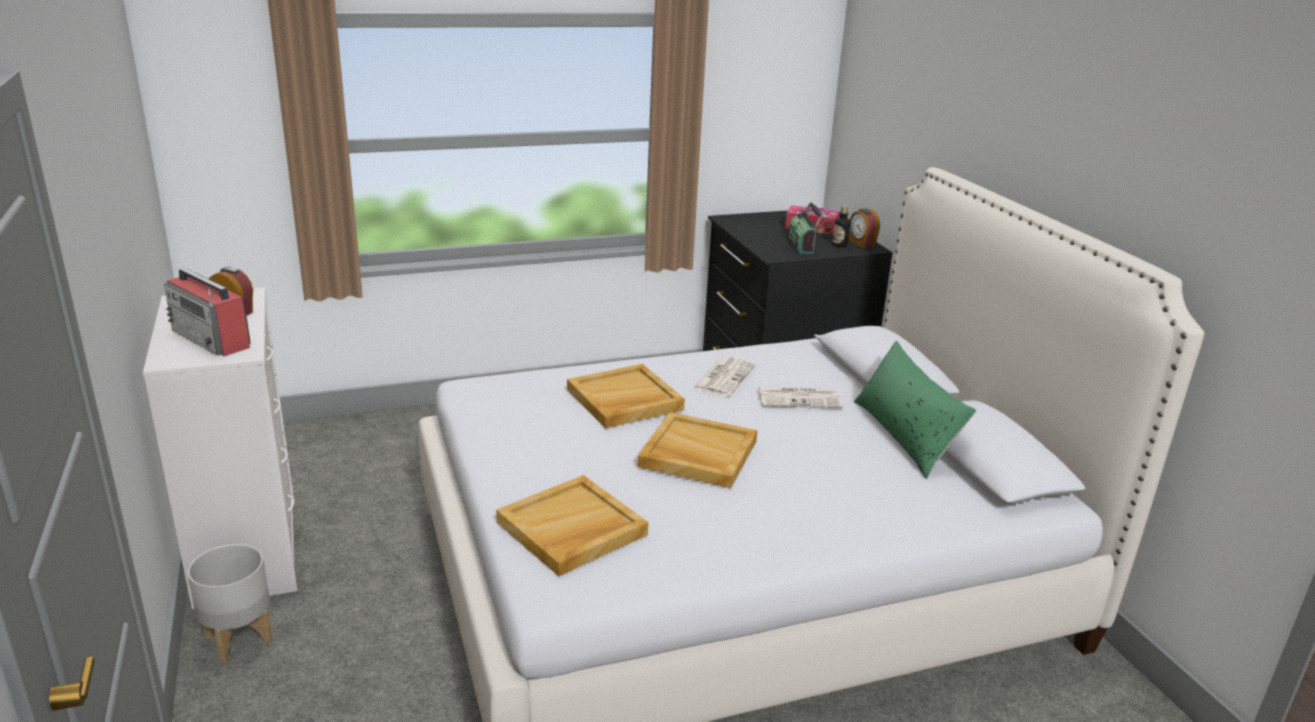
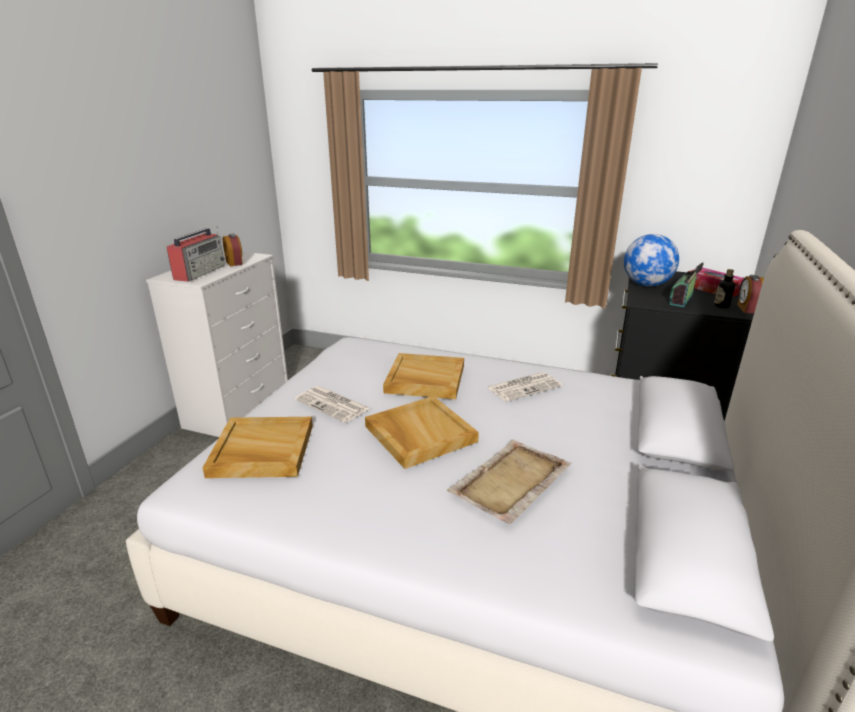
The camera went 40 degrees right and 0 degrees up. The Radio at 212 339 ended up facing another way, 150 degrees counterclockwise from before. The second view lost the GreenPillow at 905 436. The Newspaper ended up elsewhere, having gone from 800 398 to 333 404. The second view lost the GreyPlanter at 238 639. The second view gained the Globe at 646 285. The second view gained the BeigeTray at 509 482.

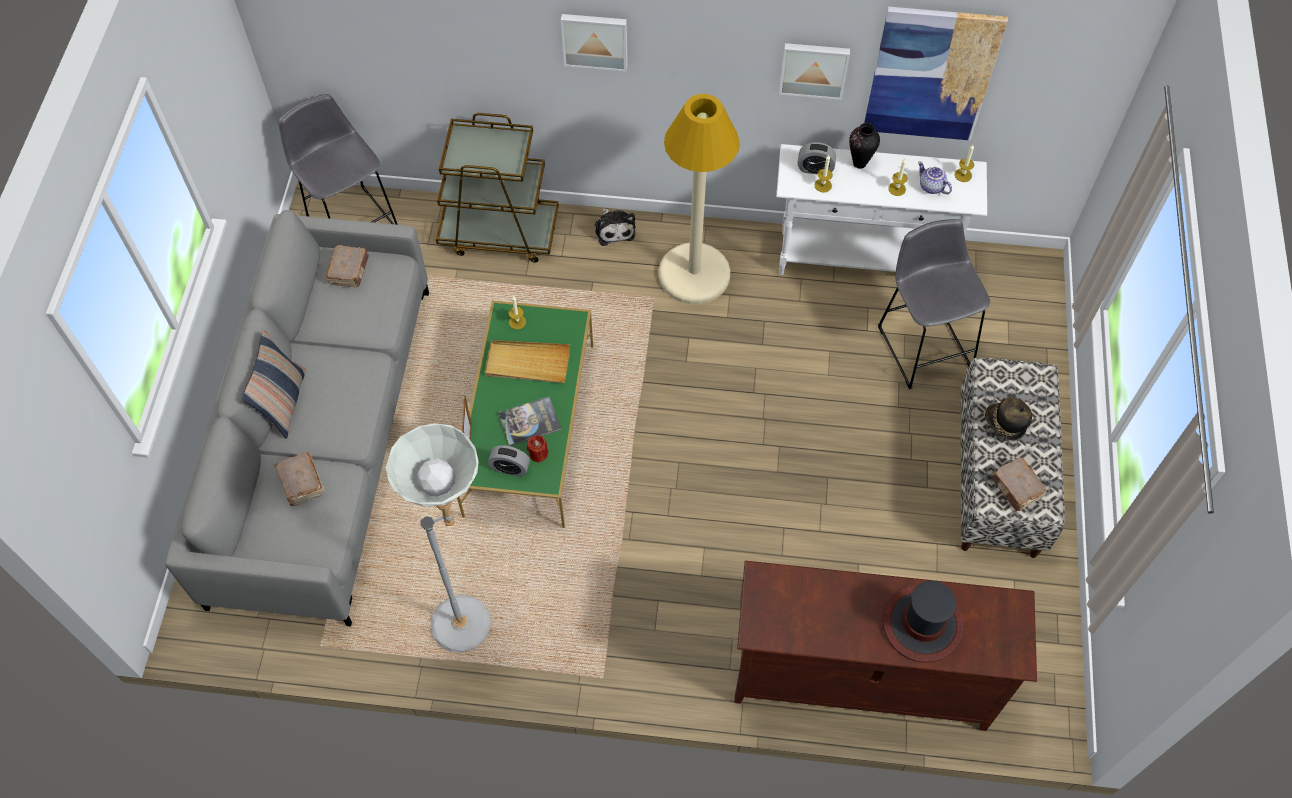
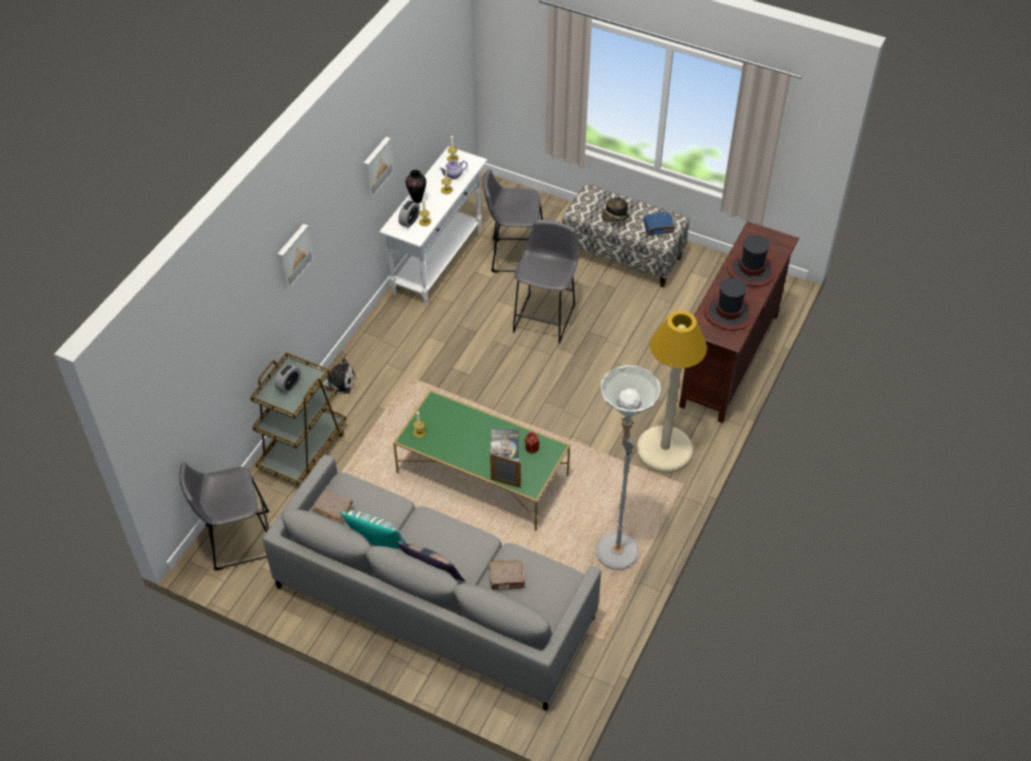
The camera went 70 degrees left and 10 degrees down. The second view lost the Picture at 931 74. The BeigeFloorLamp ended up elsewhere, having gone from 694 274 to 664 450. The second view lost the BeigeTray at 527 363. The AlarmClock ended up elsewhere, having gone from 510 468 to 289 385. What was the BrownBook at 1016 489 turned into the BlueBook at 658 228. The second view gained the GreyStool at 545 316. The second view gained the Hat at 728 313. The second view gained the Pillow at 378 545.

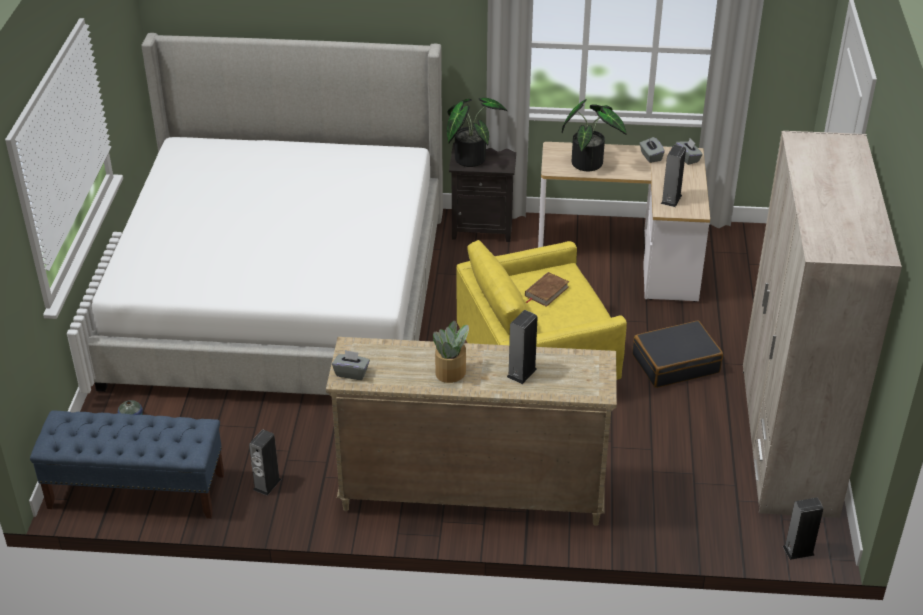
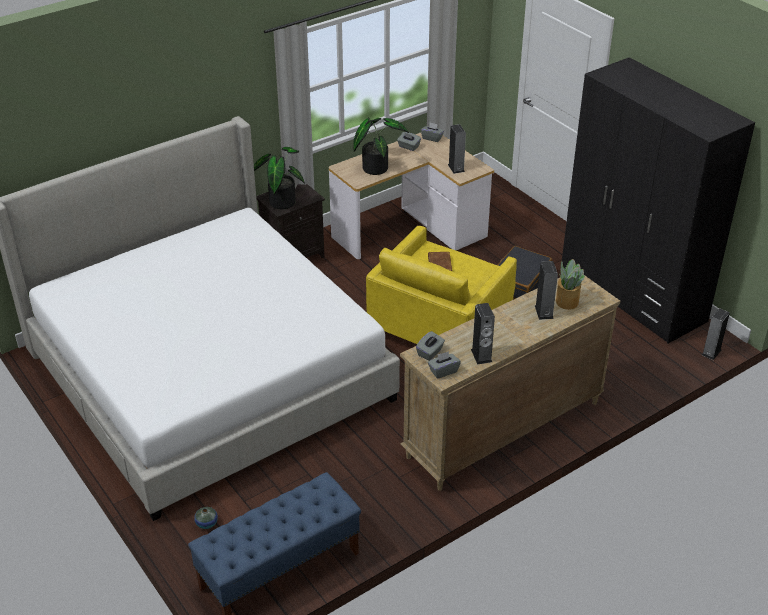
The camera went 40 degrees left and 0 degrees up. What was the BeigeWardrobe at 787 441 turned into the BlackWardrobe at 632 294. The PottedPlant ended up elsewhere, having gone from 451 372 to 567 301. The Speaker ended up elsewhere, having gone from 267 484 to 481 355. The second view gained the GreyTissueBox at 430 352.

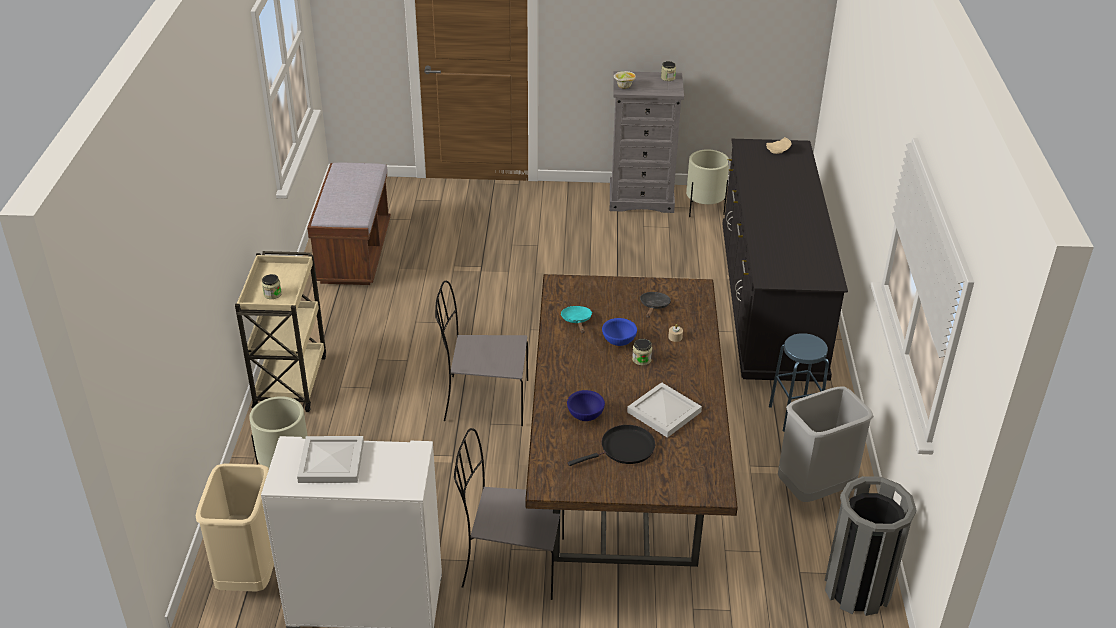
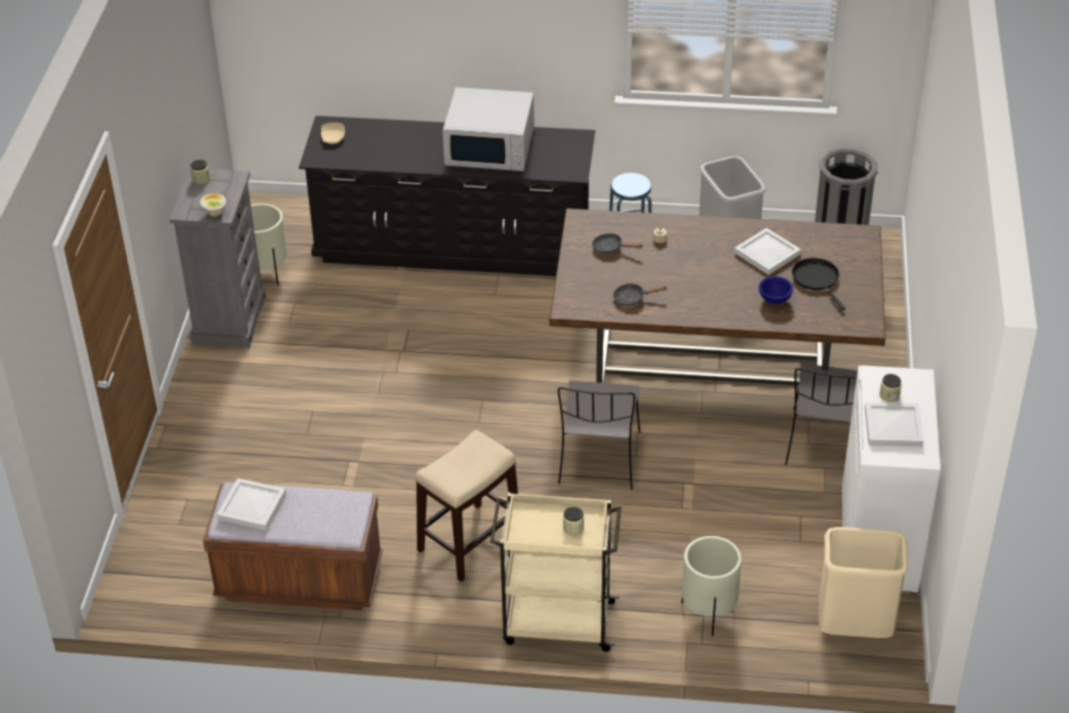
The camera went 85 degrees left and 5 degrees up. What was the TurquoiseFryingPan at 577 320 turned into the BlackFryingPan at 632 298. The second view lost the BlueBowl at 618 341. The Jar ended up elsewhere, having gone from 641 359 to 889 395. The second view gained the WhiteMicrowave at 491 148. The second view gained the Stool at 470 541. The second view gained the WhiteTray at 252 507.

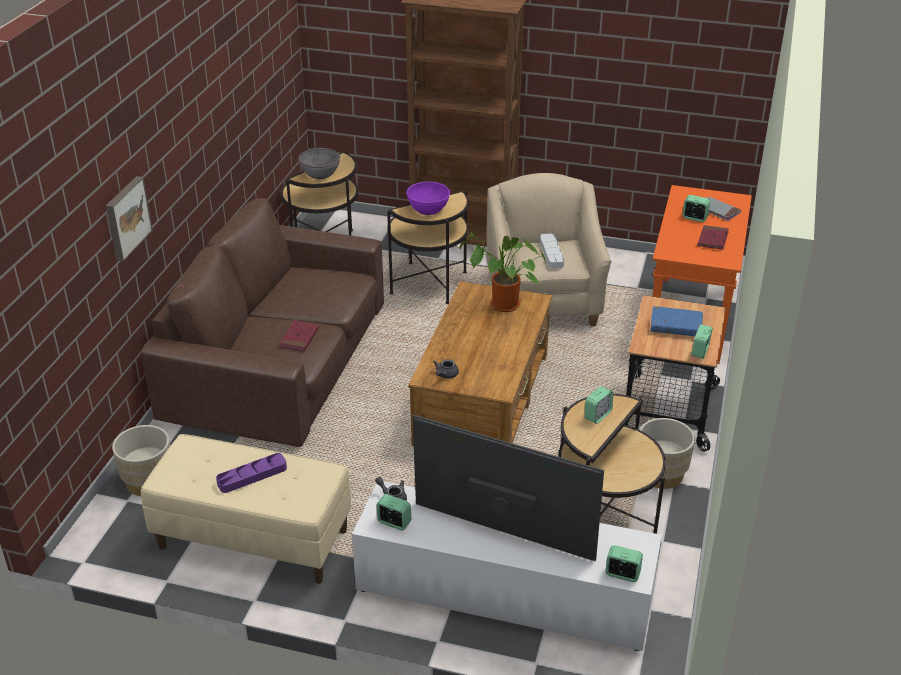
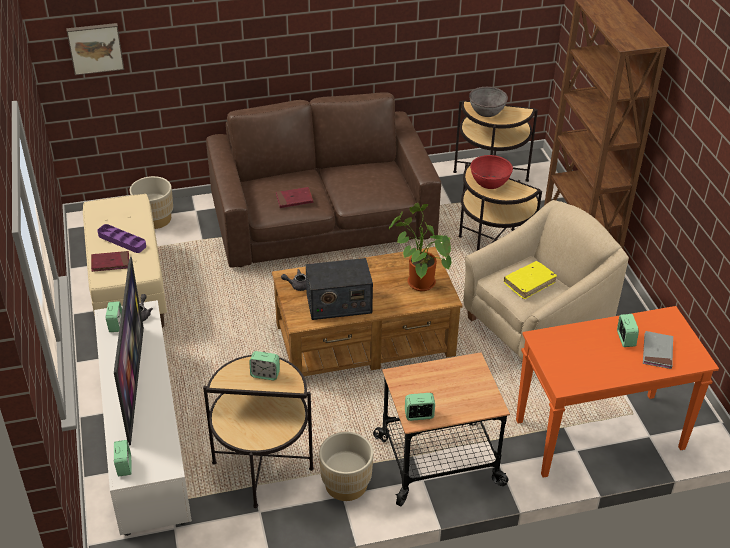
The camera went 60 degrees right and 5 degrees up. The Picture ended up elsewhere, having gone from 126 217 to 95 47. What was the PurpleBowl at 428 209 turned into the RedBowl at 490 182. The RedBook ended up elsewhere, having gone from 712 239 to 110 263. Where the GreyTray stood at 551 253, the YellowBook came to stand at 529 283. The second view lost the BlueBook at 675 327. The second view gained the Radio at 338 303.

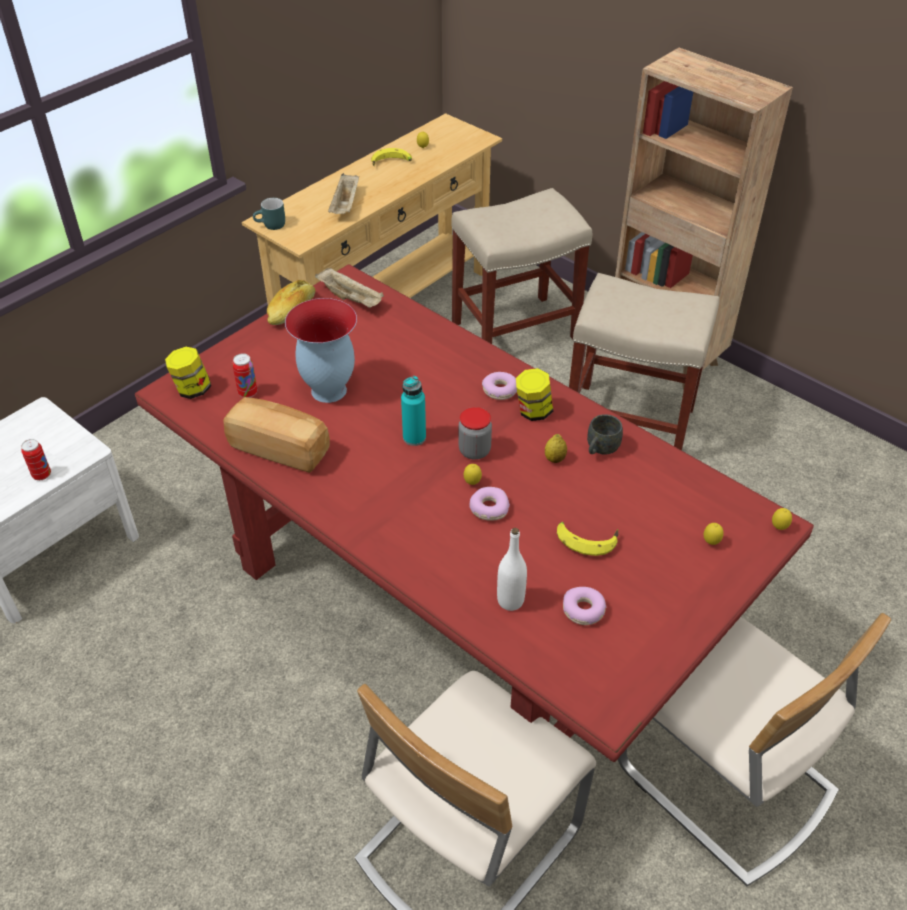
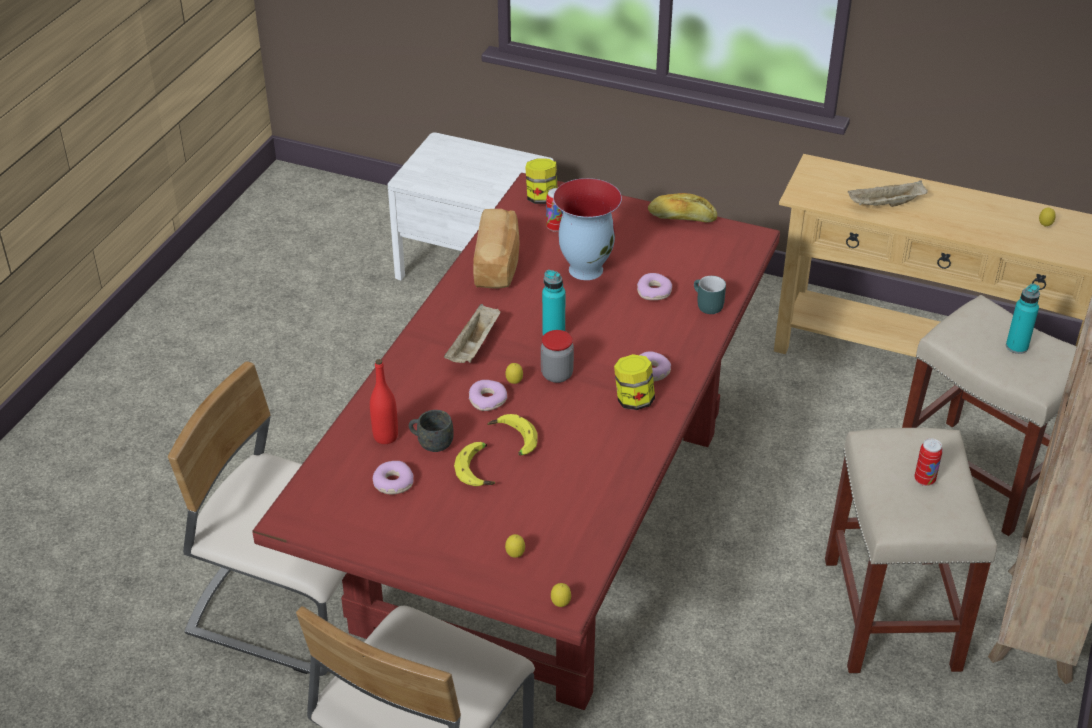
The camera went 70 degrees right and 5 degrees down. The Banana ended up elsewhere, having gone from 391 163 to 512 440. The TurquoiseMug ended up elsewhere, having gone from 271 226 to 705 305. The BeigeTray ended up elsewhere, having gone from 351 299 to 474 347. The GreyMug ended up elsewhere, having gone from 600 450 to 431 443. The second view lost the Lemon at 555 459. The Can ended up elsewhere, having gone from 42 475 to 924 480. What was the WhiteBottle at 510 600 turned into the RedBottle at 385 436. The second view gained the Donut at 654 292. The second view gained the TurquoiseBottle at 1016 347.

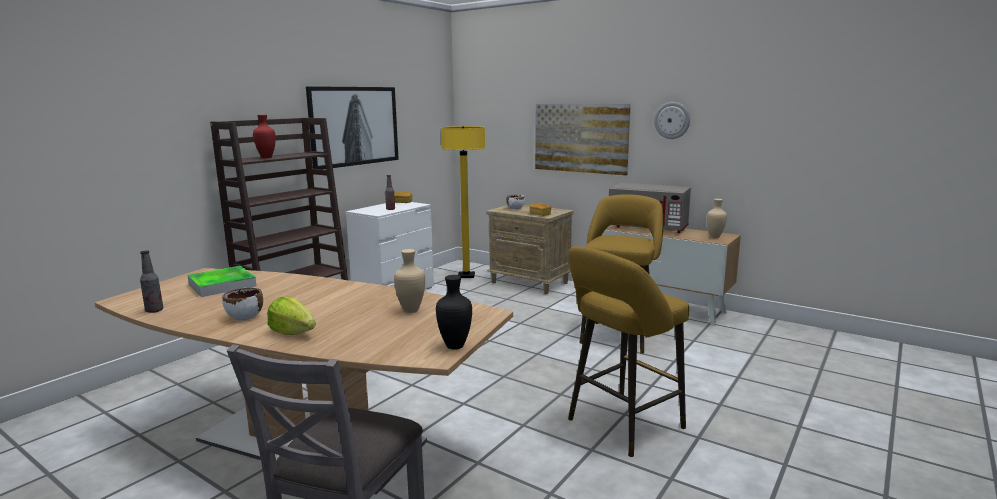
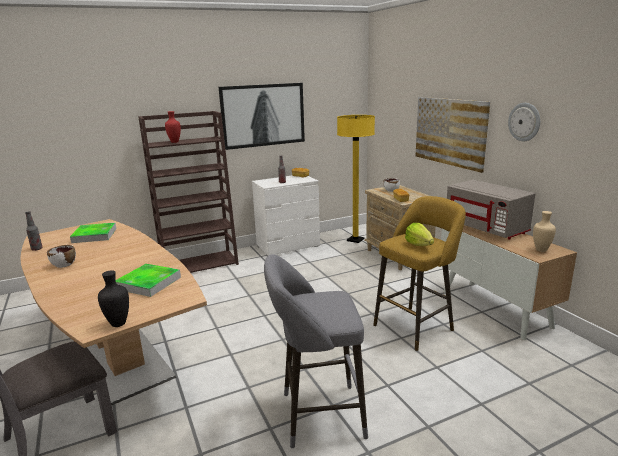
The camera went 30 degrees right and 5 degrees up. What was the YellowStool at 621 426 turned into the GreyStool at 317 415. Where the BeigeVase stood at 411 311, the Tray came to stand at 148 283. The Lettuce ended up elsewhere, having gone from 293 333 to 419 244.

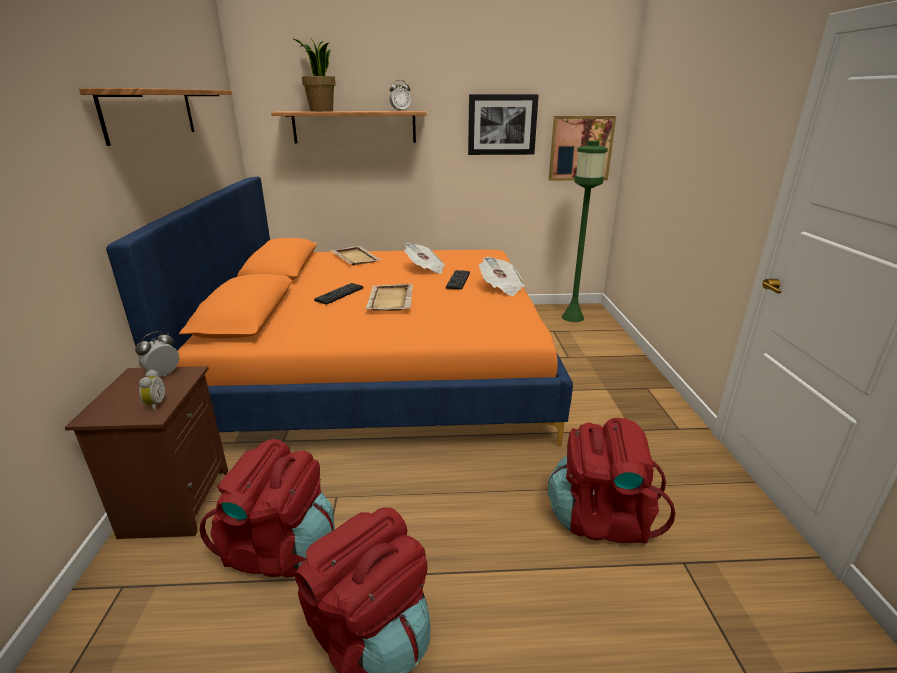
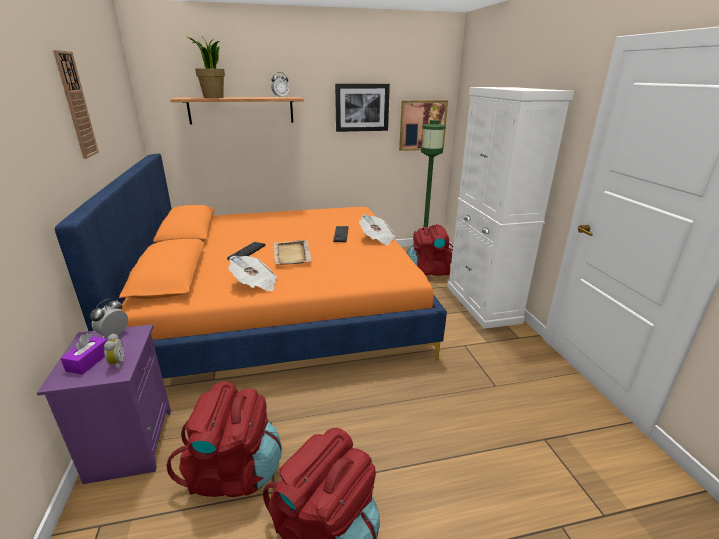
The camera went 10 degrees left and 0 degrees up. Where the Shelf hung at 151 114, the WallClock came to hang at 76 105. The Newspaper ended up elsewhere, having gone from 425 269 to 255 284. The second view lost the BeigeTray at 355 257. What was the BrownNightstand at 175 501 turned into the PurpleNightstand at 129 443. The RedBackpack ended up elsewhere, having gone from 600 518 to 429 271. The second view gained the WhiteCabinet at 482 304. The second view gained the PurpleTissueBox at 89 361.

